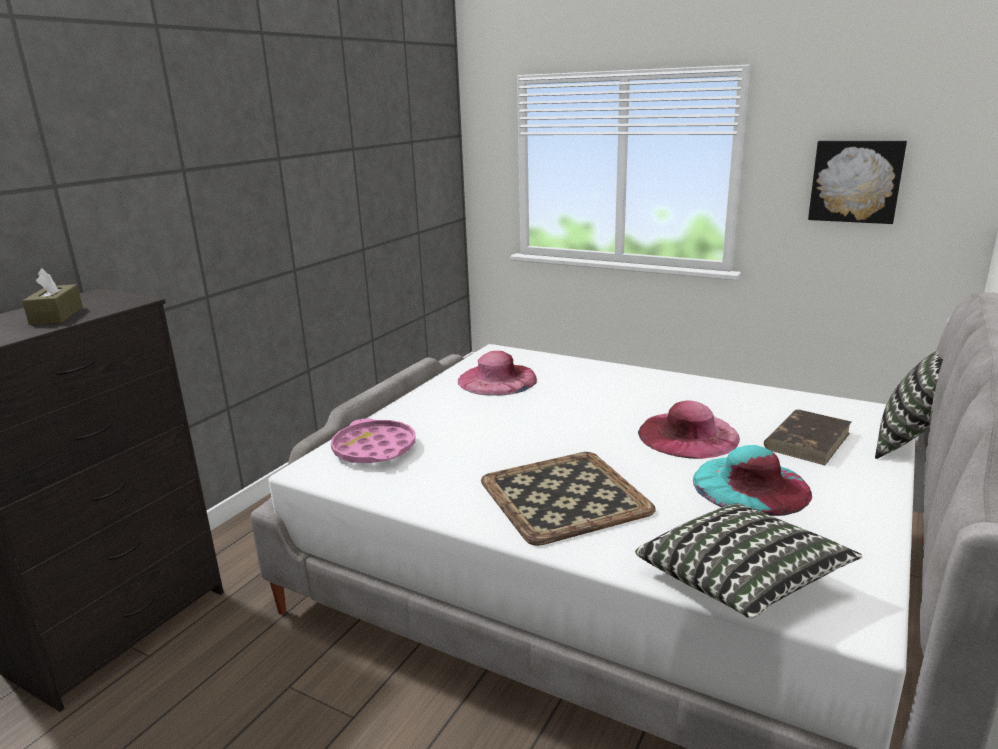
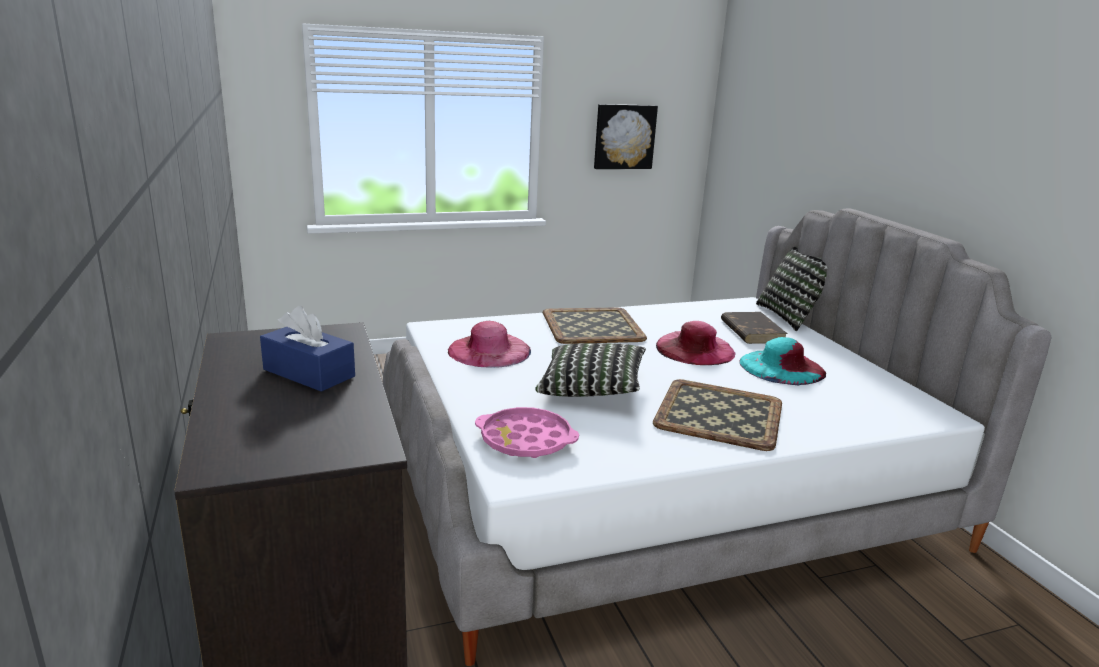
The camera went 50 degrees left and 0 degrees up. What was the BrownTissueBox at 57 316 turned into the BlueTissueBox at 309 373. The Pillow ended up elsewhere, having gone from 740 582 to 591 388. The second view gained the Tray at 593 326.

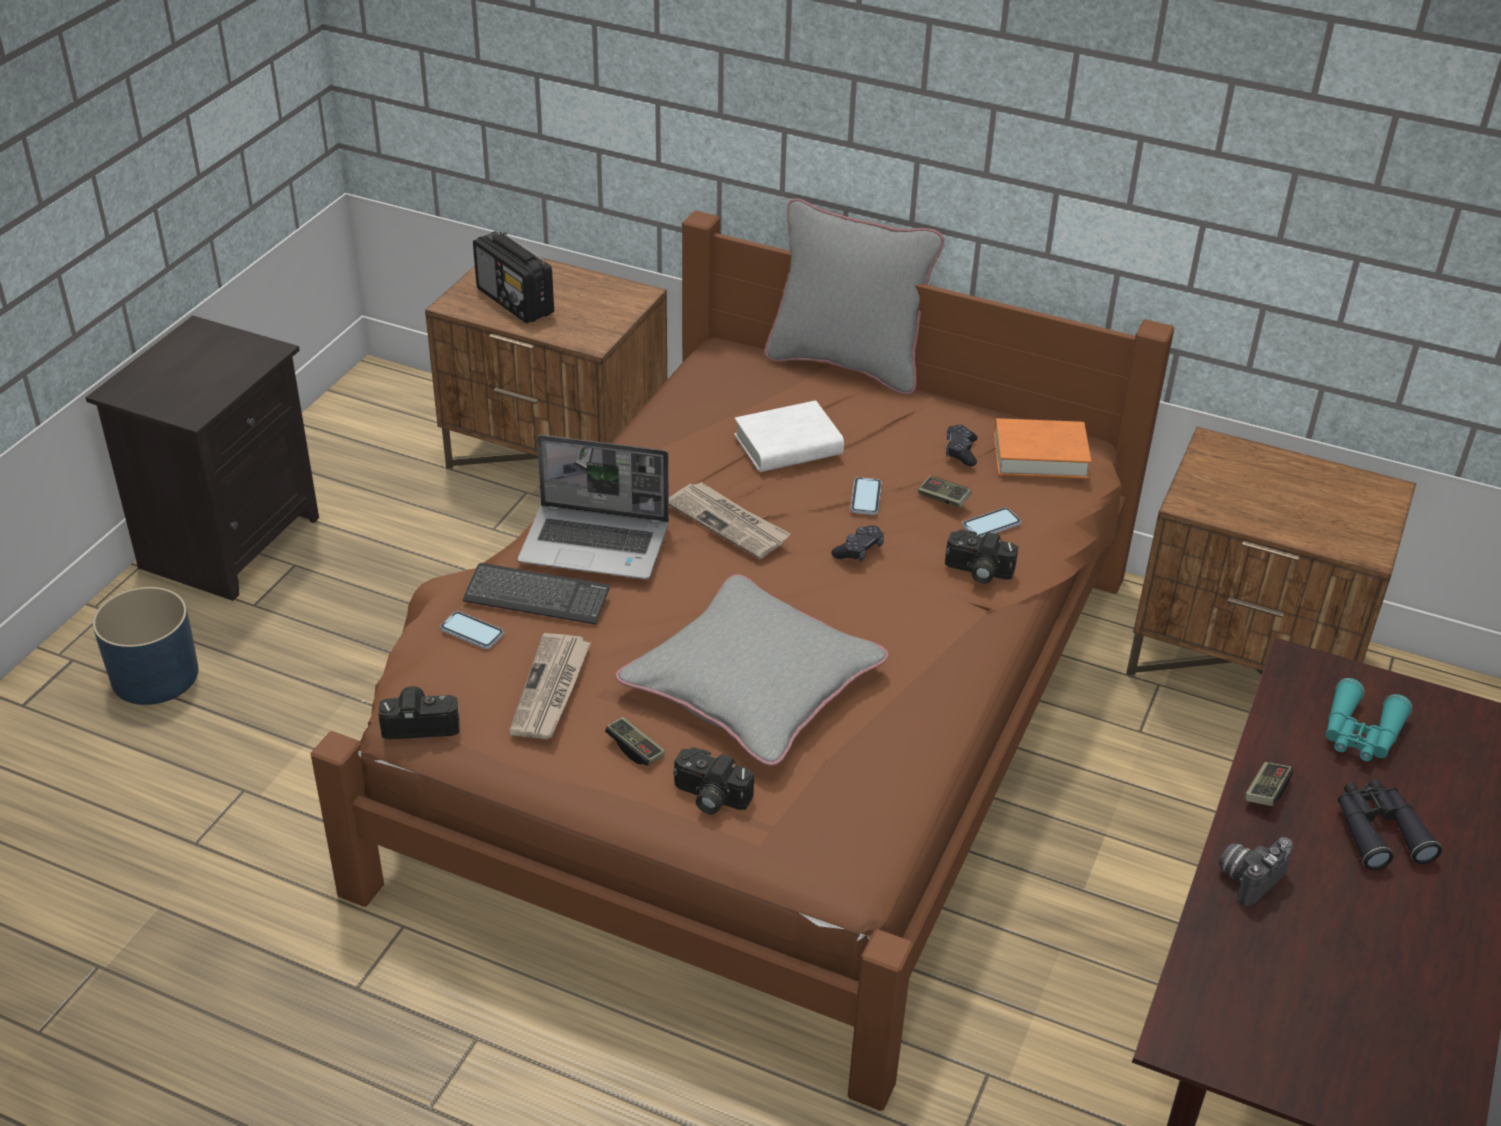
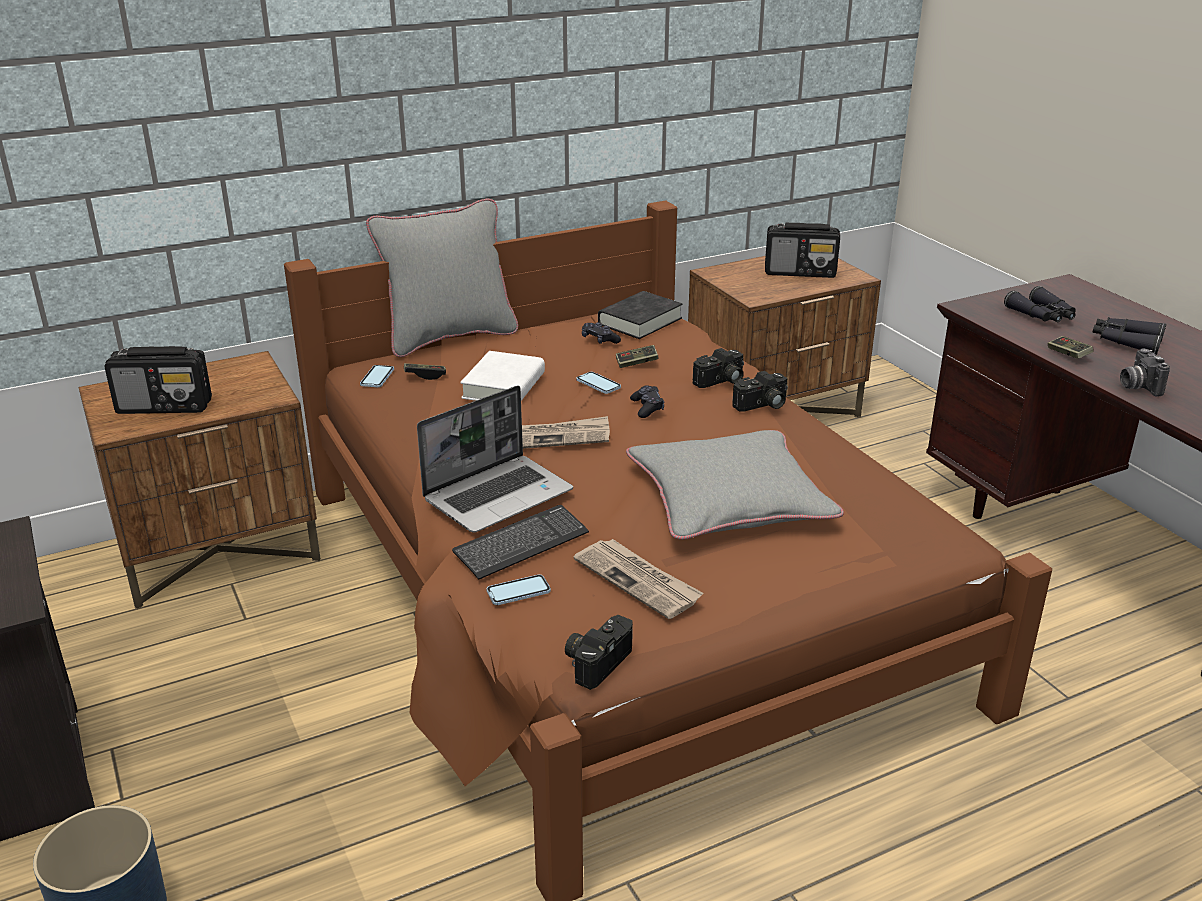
The camera went 50 degrees left and 10 degrees down. What was the OrangeBook at 1040 455 turned into the BlackBook at 640 321. The Phone ended up elsewhere, having gone from 991 525 to 377 377. What was the TurquoiseBinoculars at 1360 734 turned into the BlackBinoculars at 1042 316. The GameController ended up elsewhere, having gone from 635 749 to 425 376. The PhotoCamera ended up elsewhere, having gone from 709 797 to 762 405. The second view gained the Radio at 800 272.

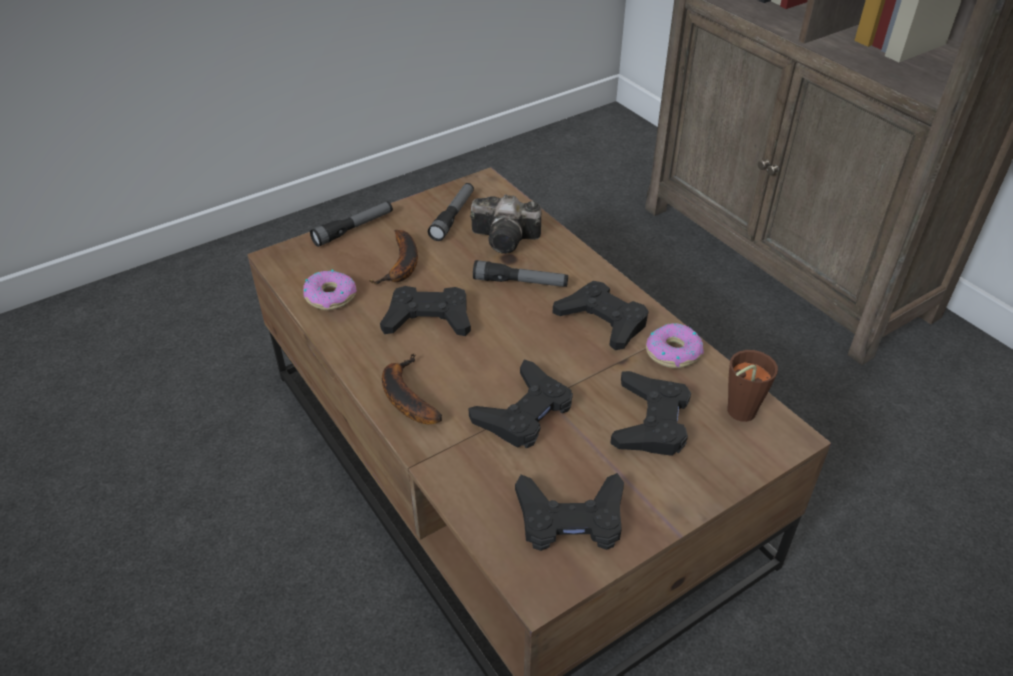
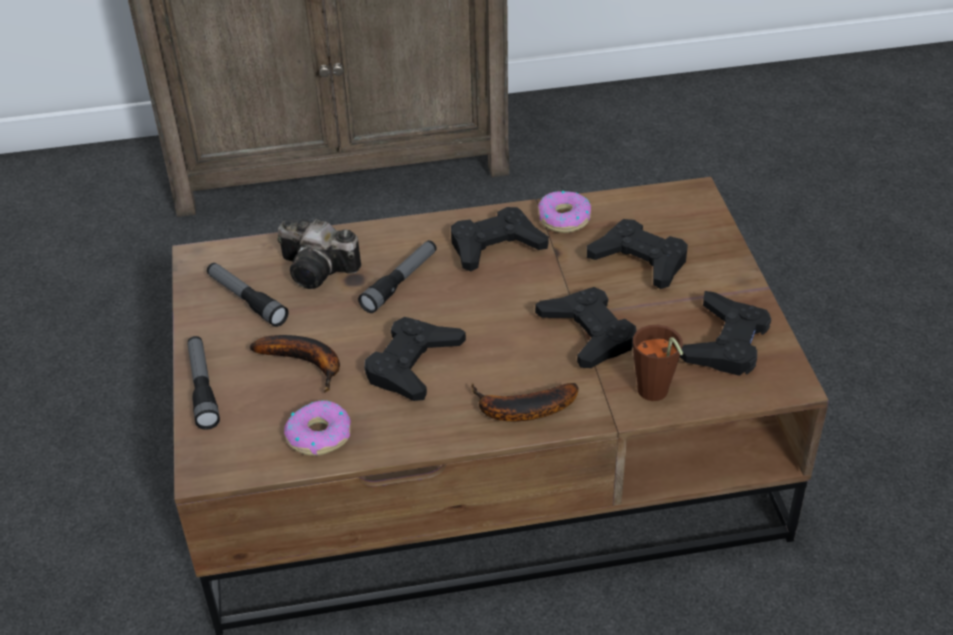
The camera went 65 degrees left and 0 degrees up. The PhotoCamera at 508 239 ended up facing another way, 75 degrees clockwise from before. The BrownCup ended up elsewhere, having gone from 736 414 to 655 395.

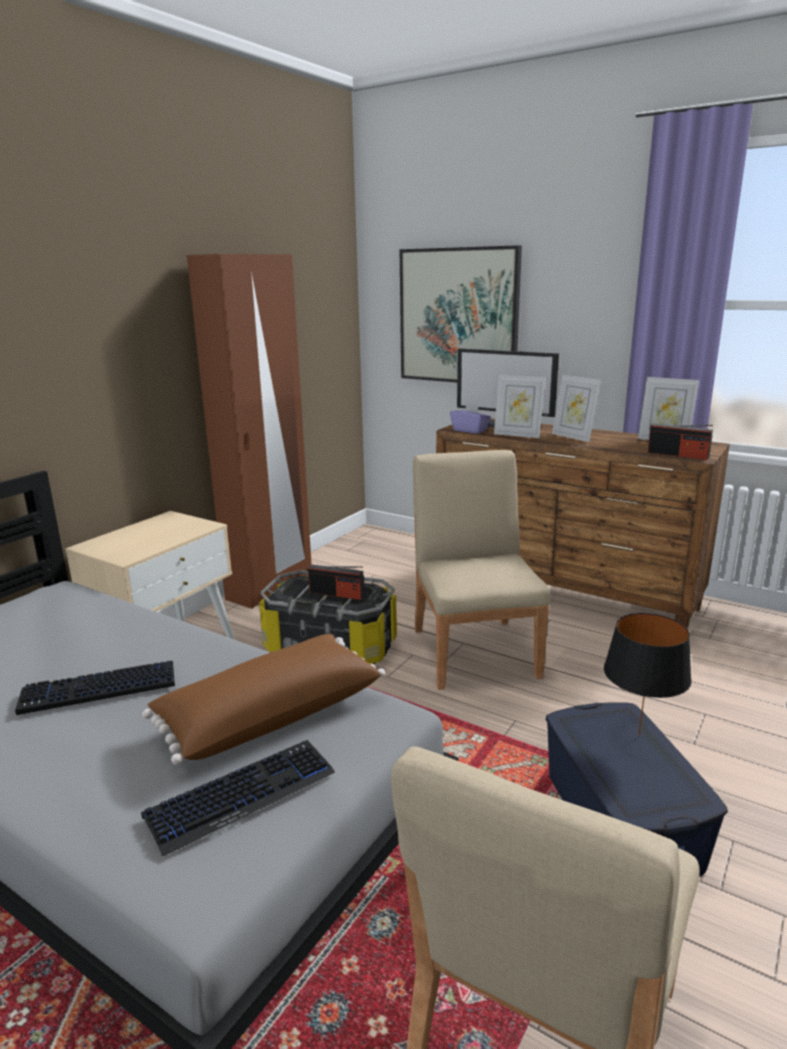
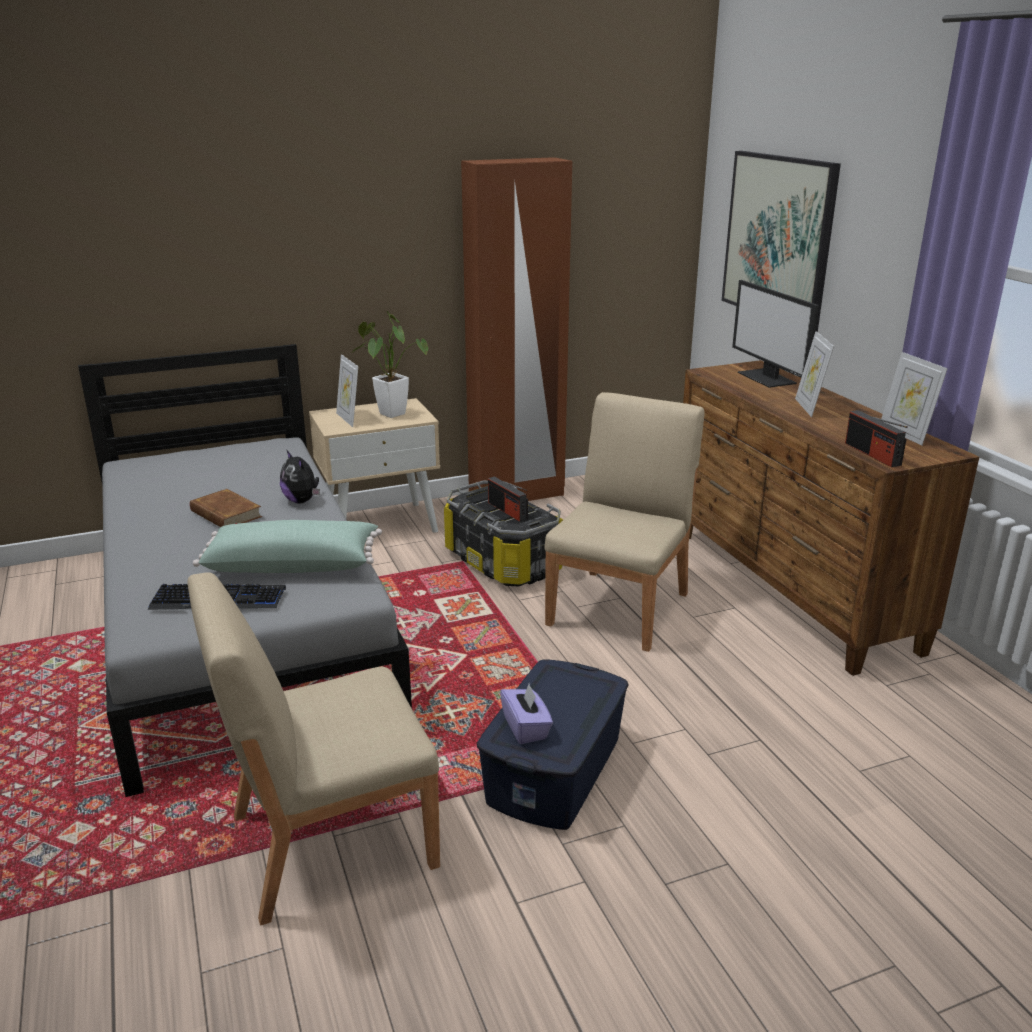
The camera went 35 degrees right and 5 degrees up. The PictureFrame ended up elsewhere, having gone from 517 435 to 349 419. The PurpleTissueBox ended up elsewhere, having gone from 470 430 to 526 728. The second view lost the BlackTableLamp at 639 736. What was the BrownPillow at 269 714 turned into the GreenPillow at 293 565. Where the Keyboard stood at 99 688, the BrownBook came to stand at 226 514. The second view gained the PottedPlant at 389 412. The second view gained the PlushToy at 302 501.

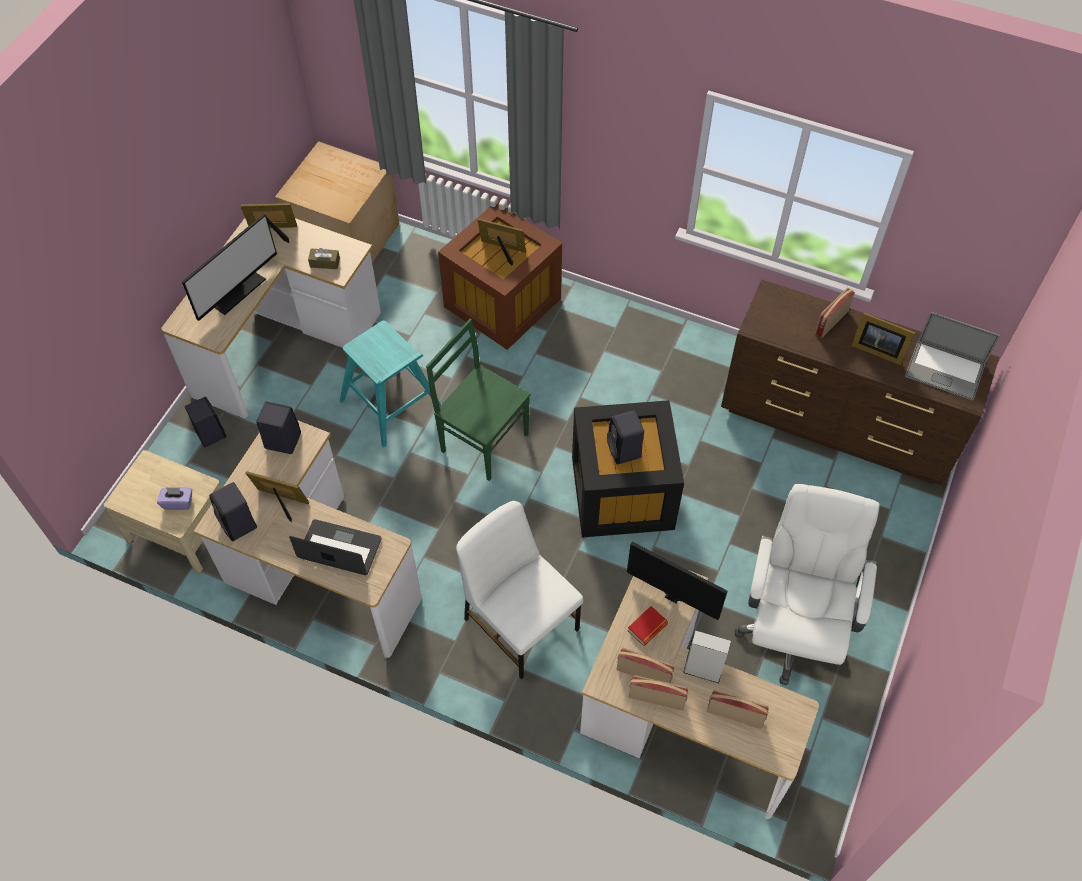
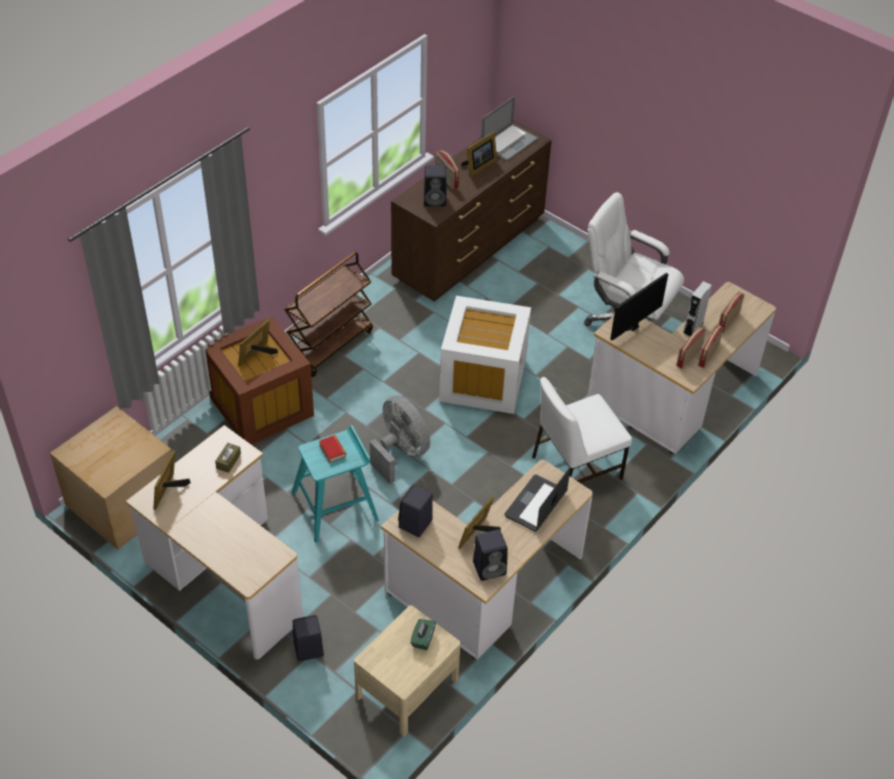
The camera went 75 degrees left and 10 degrees down. The second view lost the Monitor at 234 289. Where the GreenChair stood at 482 441, the GreyFan came to stand at 400 452. What was the BlackStorageBox at 623 491 turned into the WhiteStorageBox at 482 379. The BlackSpeaker ended up elsewhere, having gone from 625 451 to 435 200. What was the PurpleTissueBox at 178 502 turned into the GreenTissueBox at 422 639. The Book ended up elsewhere, having gone from 647 628 to 332 451. The second view gained the BrownCart at 330 344.

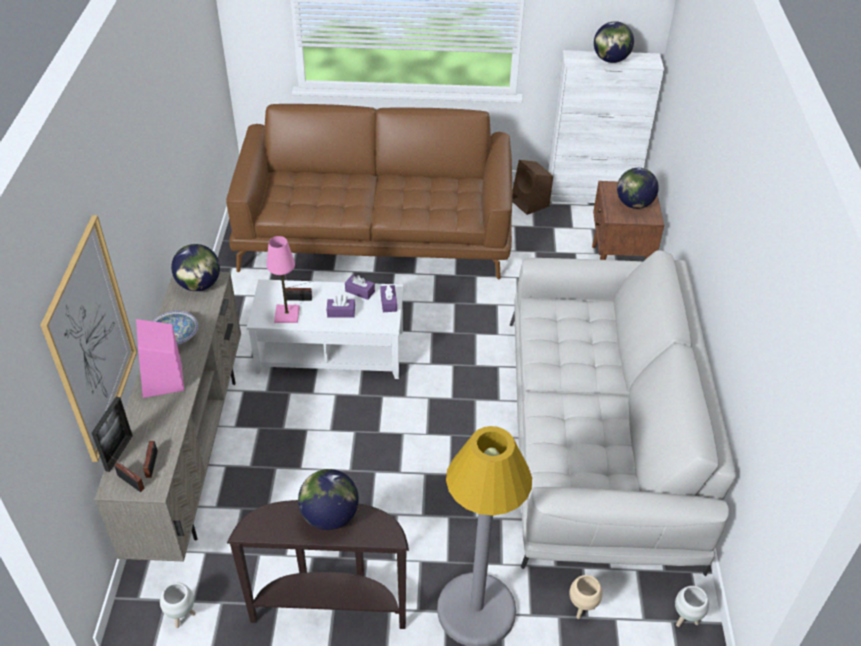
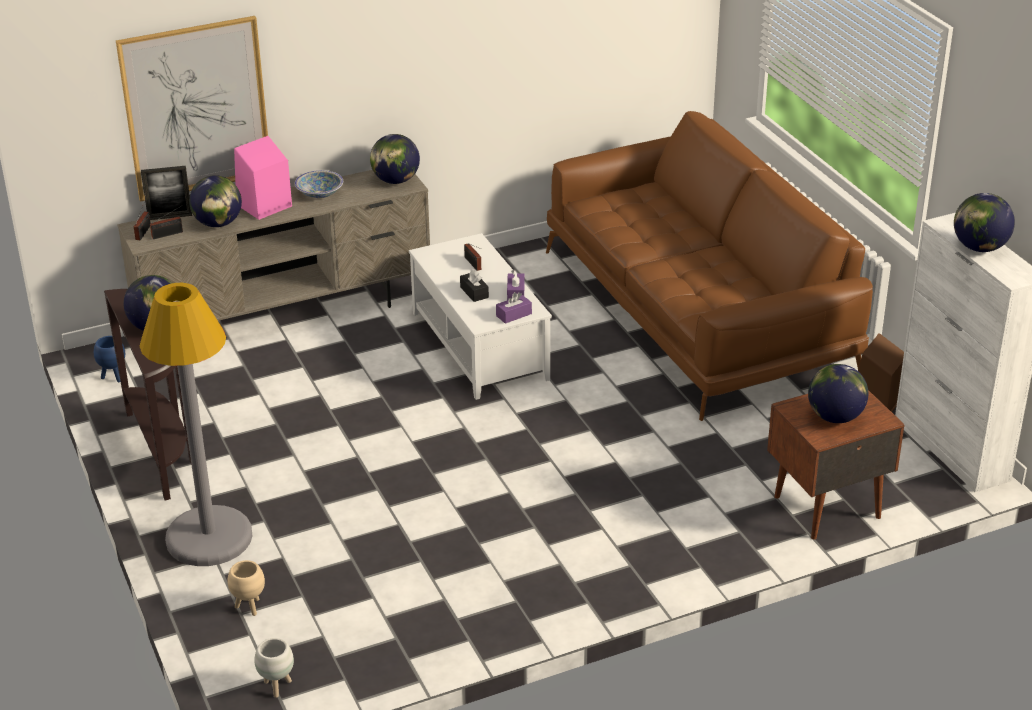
The camera went 65 degrees right and 10 degrees down. The second view lost the PinkTableLamp at 287 315. The second view lost the WhiteSofa at 597 438. What was the PurpleTissueBox at 341 312 turned into the BlackTissueBox at 474 292. What was the WhitePlanter at 182 617 turned into the BluePlanter at 113 377. The second view gained the Globe at 218 223.

